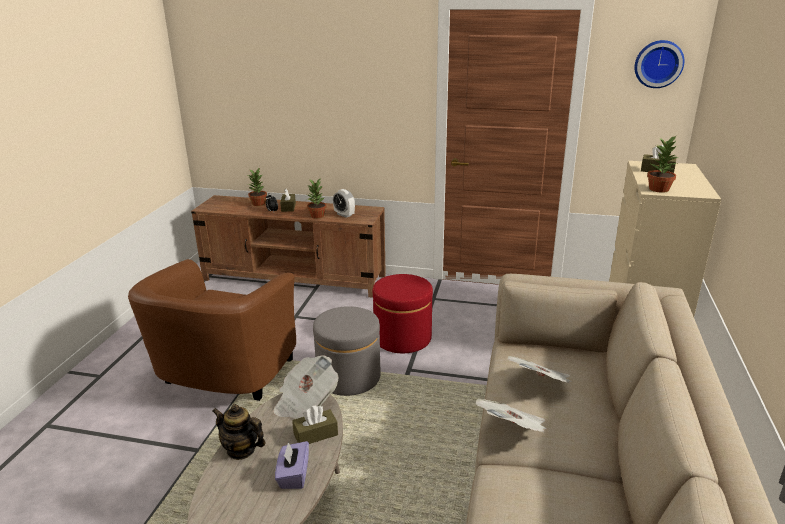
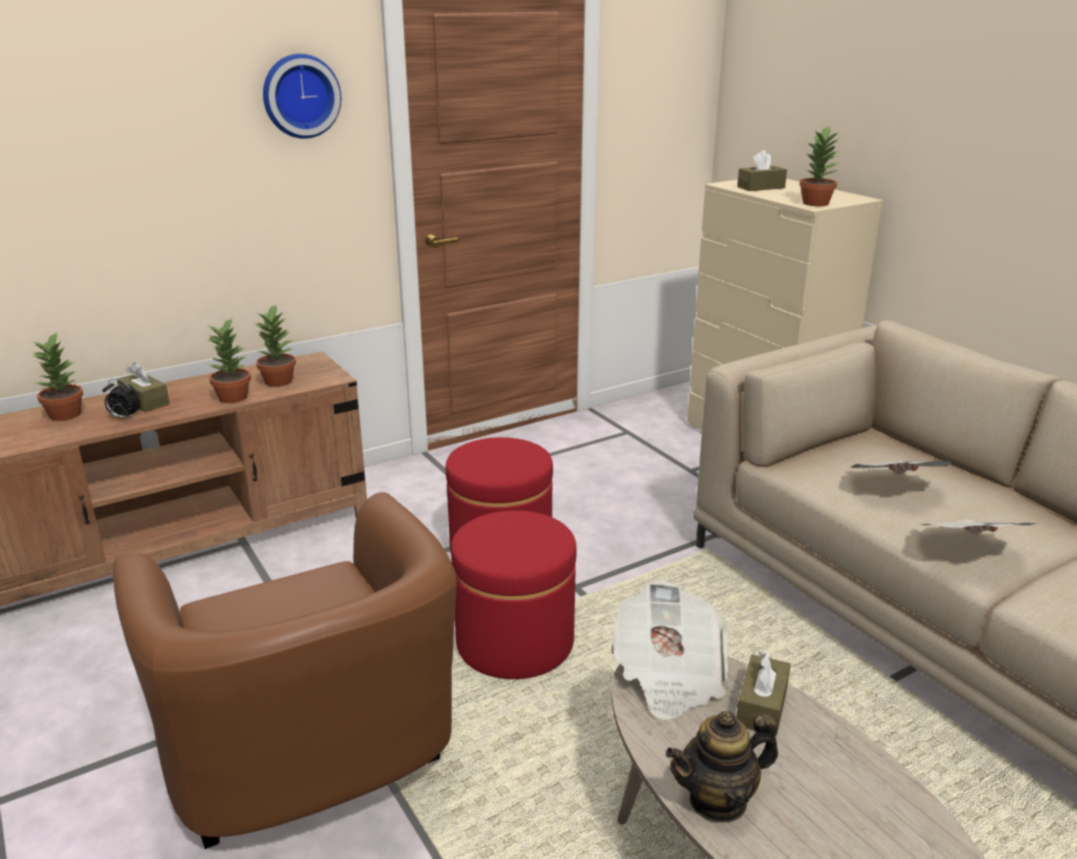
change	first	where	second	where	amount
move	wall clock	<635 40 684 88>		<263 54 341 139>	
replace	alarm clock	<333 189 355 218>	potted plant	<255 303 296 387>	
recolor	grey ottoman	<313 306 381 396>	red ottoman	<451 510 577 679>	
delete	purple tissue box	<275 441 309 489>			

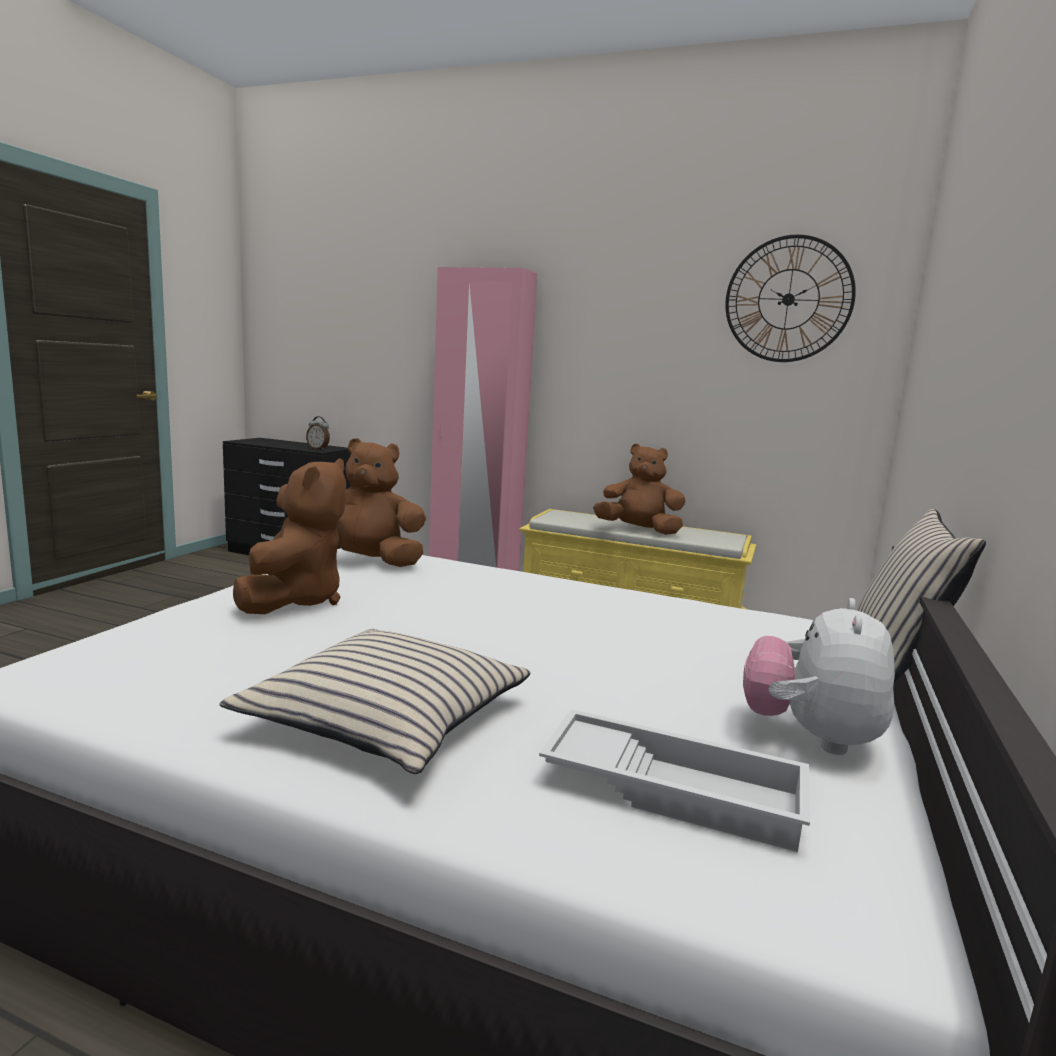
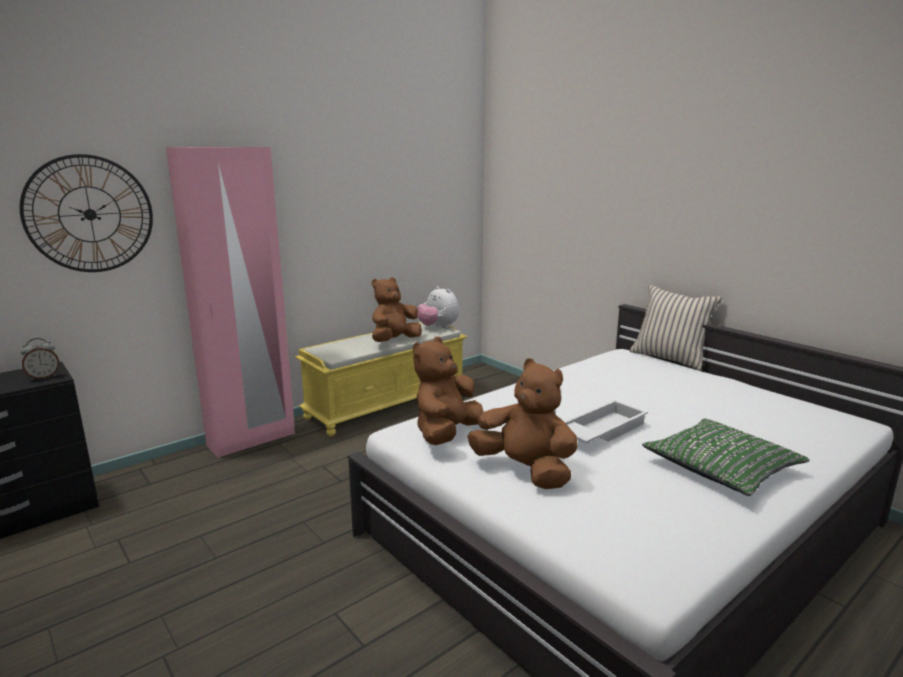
change	first	where	second	where	amount
move	wall clock	<725 234 856 362>		<20 154 153 272>	
move	plush toy	<743 598 895 755>		<417 286 459 328>	
recolor	beige pillow	<219 629 530 774>	green pillow	<642 419 810 496>	
move	white tray	<539 709 810 852>		<564 400 648 444>	

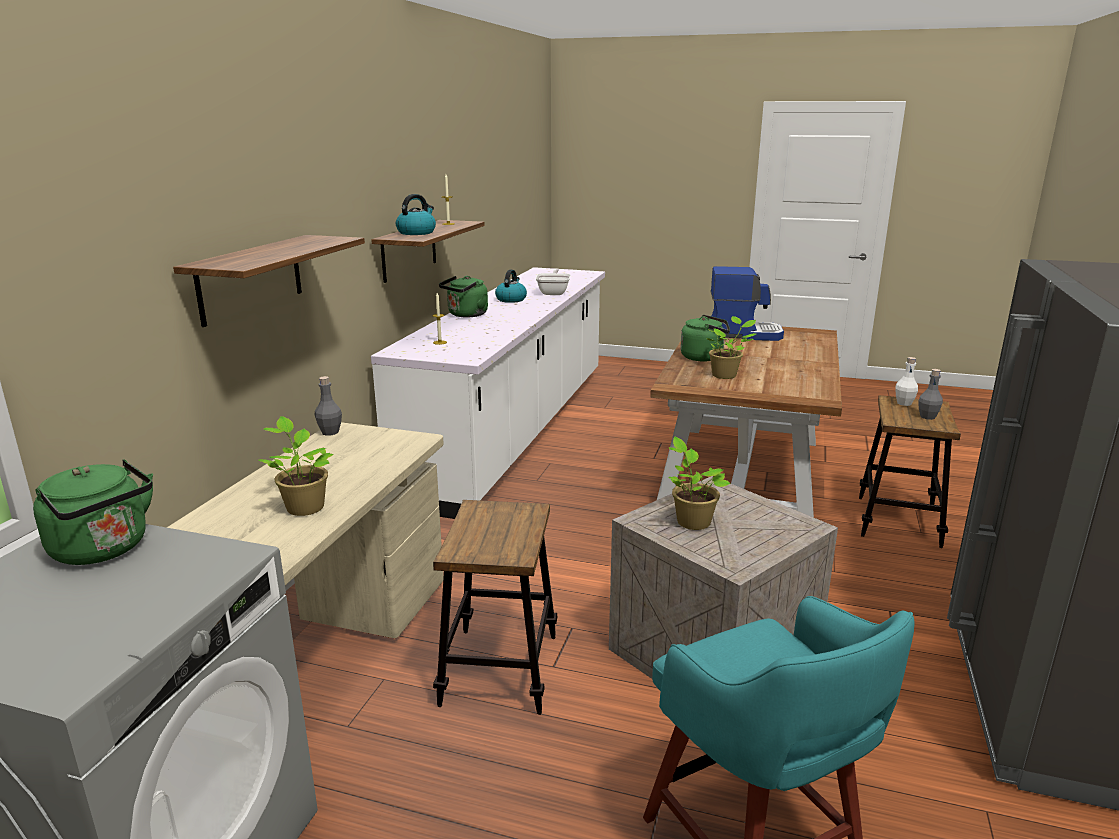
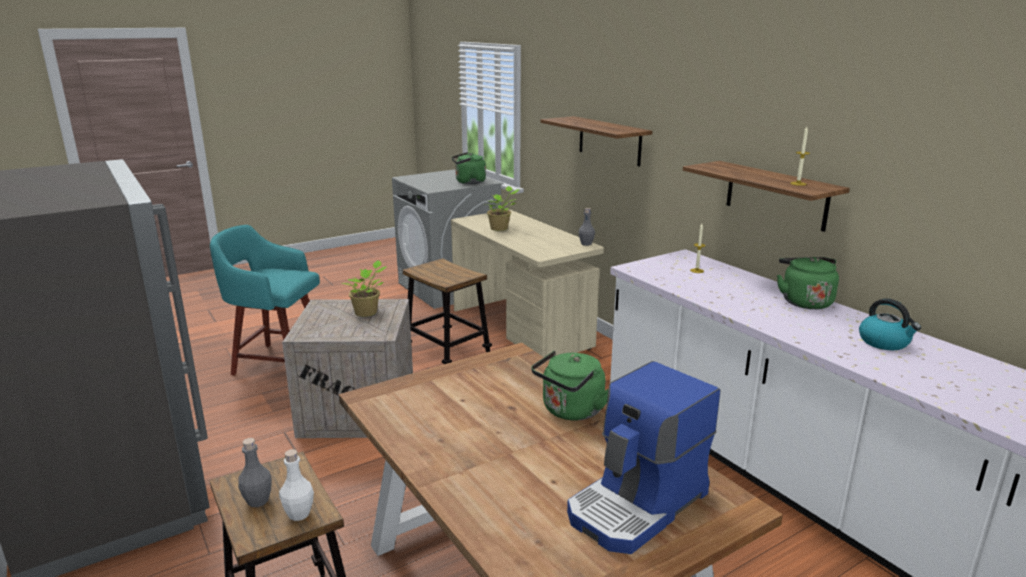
change	first	where	second	where	amount
delete	kettle	<396 194 436 235>			
delete	frying pan	<536 268 571 295>			
delete	potted plant	<707 316 756 379>			

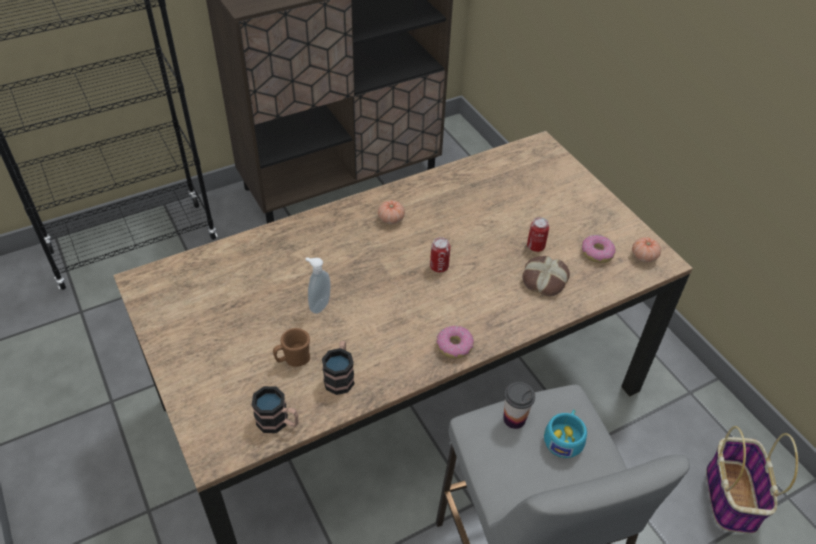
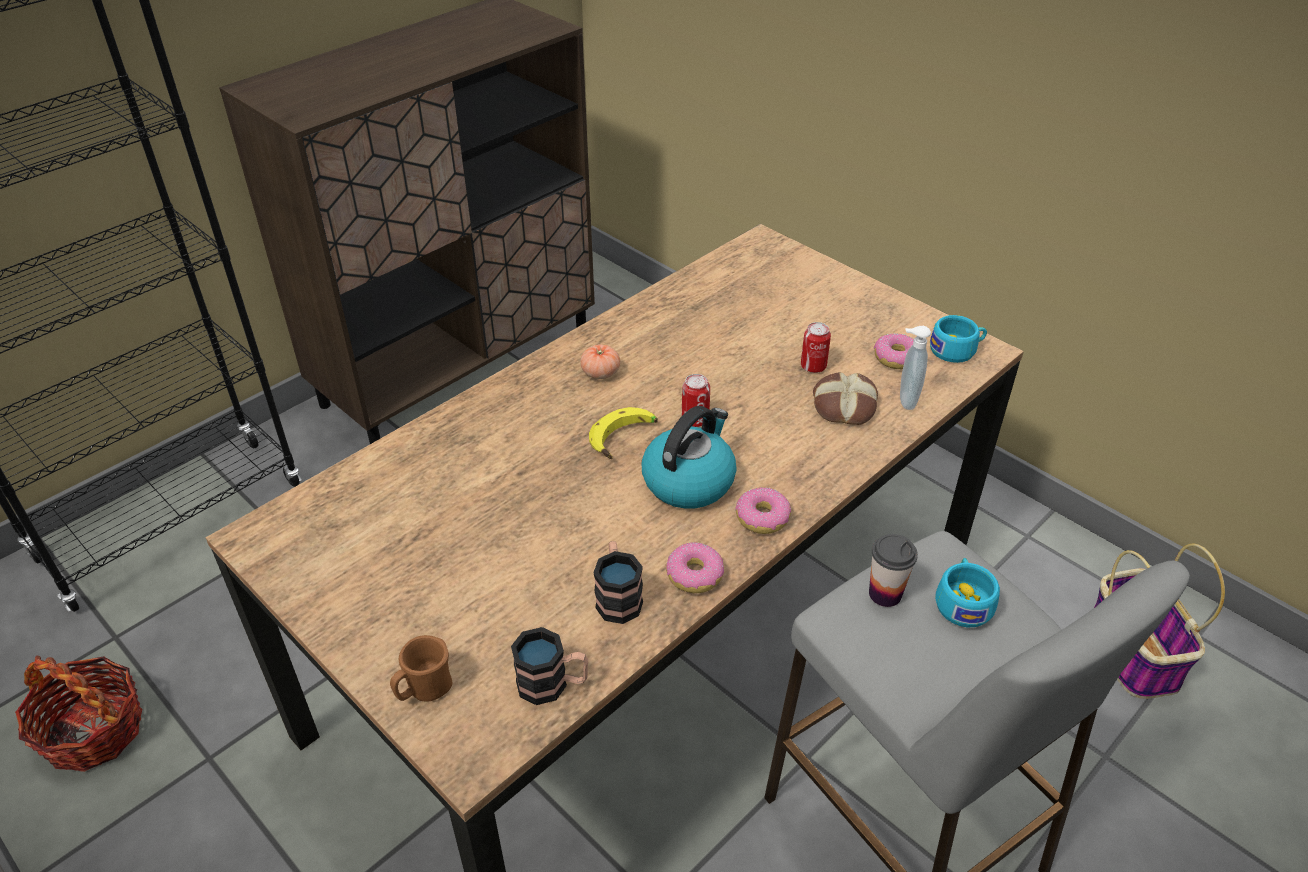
change	first	where	second	where	amount
replace	tomato	<632 237 661 262>	turquoise cup	<930 315 987 363>	
move	soap dispenser	<305 257 330 314>		<900 326 931 410>	
move	brown mug	<273 328 310 367>		<390 635 453 701>	
insert			kettle	<642 406 737 509>	
insert			banana	<589 407 658 459>	
insert			donut	<666 542 724 593>	
insert			basket	<15 656 143 772>	

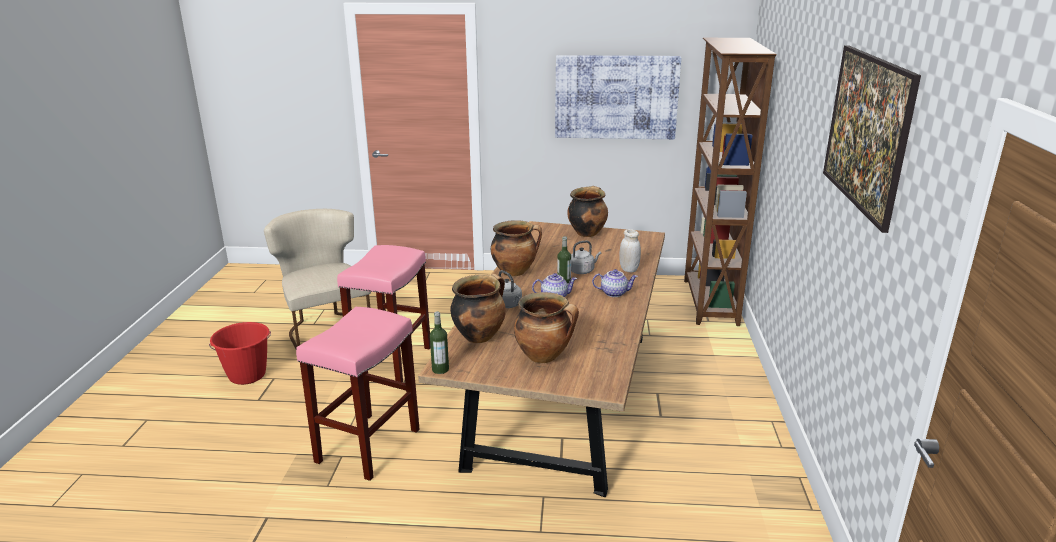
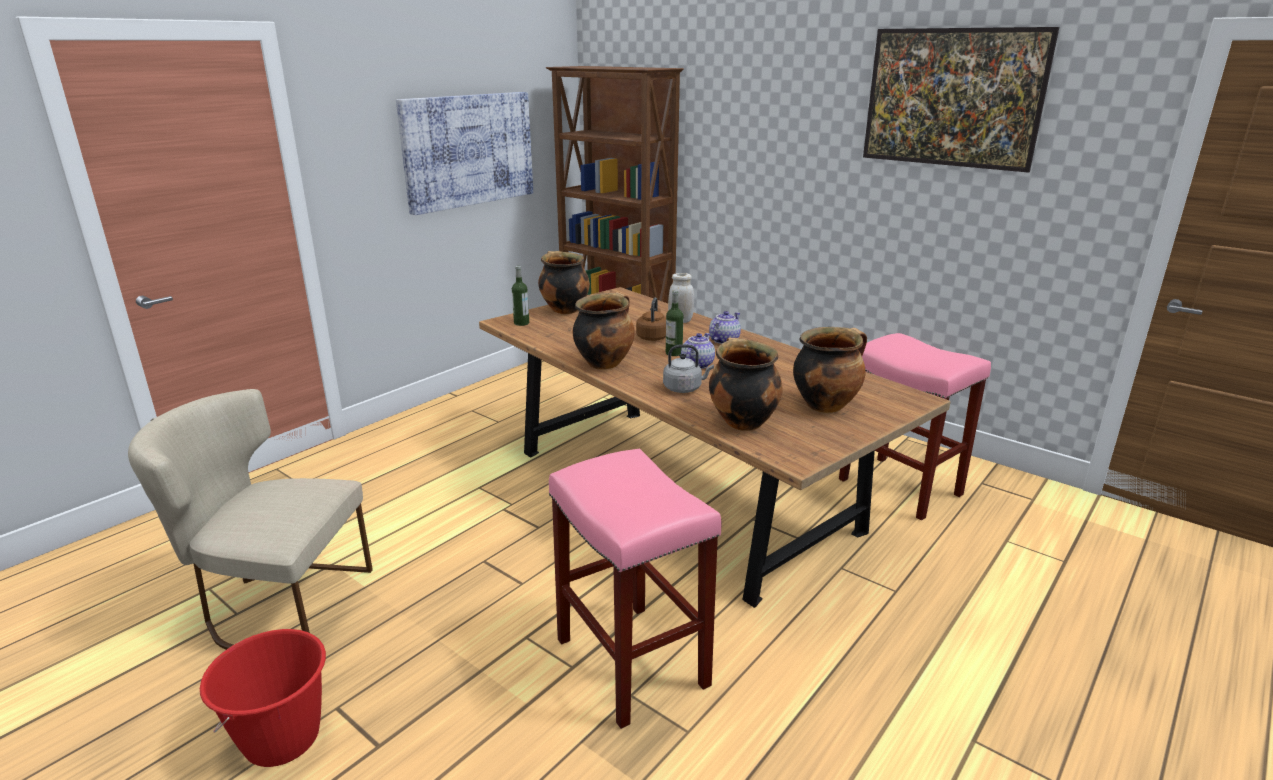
change	first	where	second	where	amount
recolor	grey kettle	<571 240 601 274>	brown kettle	<636 298 666 341>	
move	pink stool	<337 245 431 382>		<839 333 991 521>	
move	bottle	<430 311 449 374>		<512 266 529 326>	

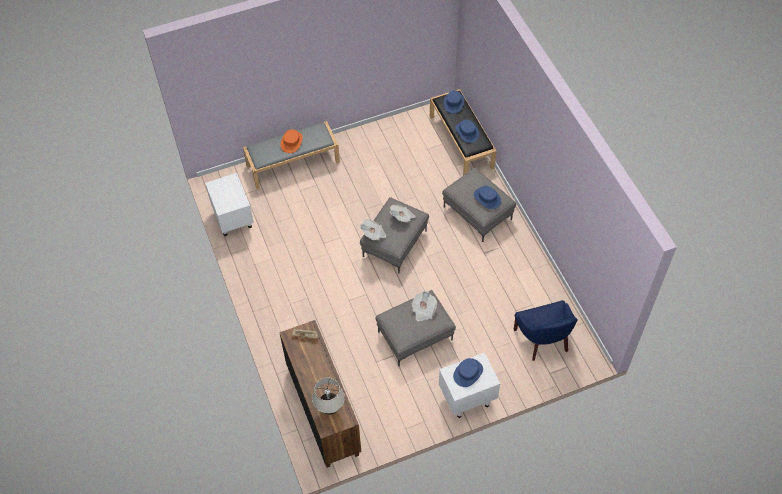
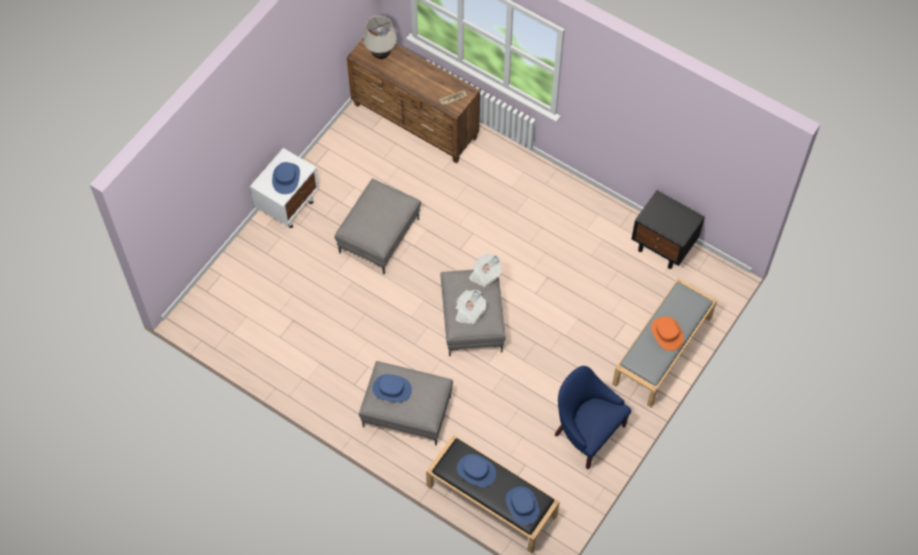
change	first	where	second	where	amount
recolor	white nightstand	<205 173 254 236>	black nightstand	<632 190 705 269>	
delete	newspaper	<411 291 437 321>			
move	blue armchair	<514 300 578 361>		<555 366 631 469>	

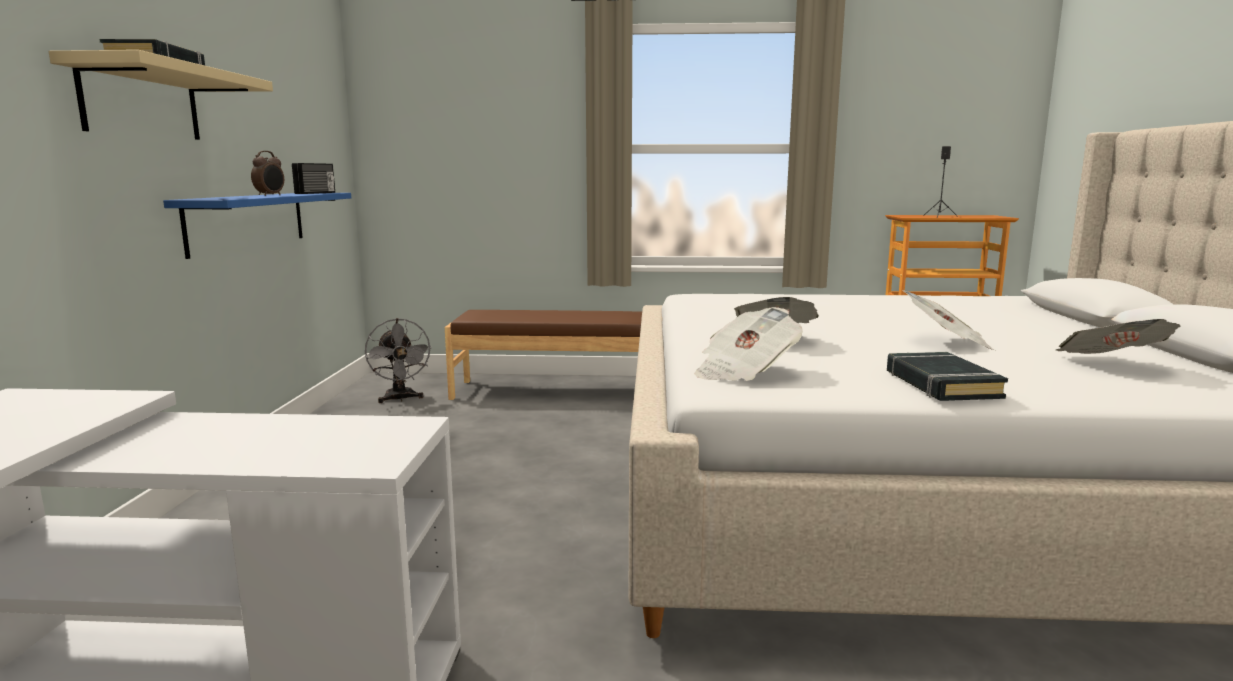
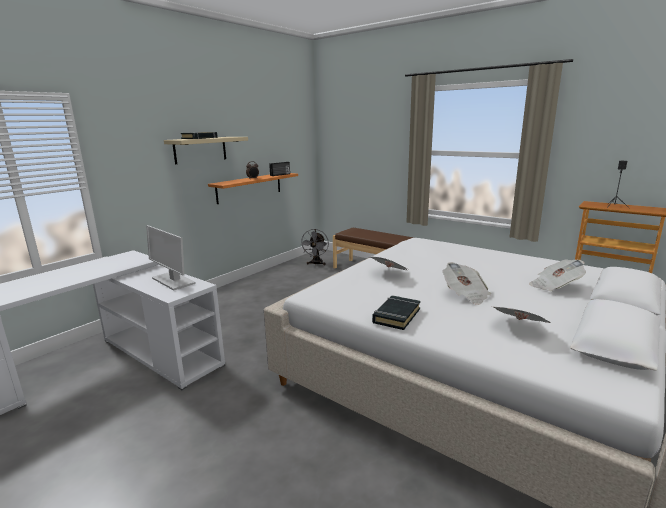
change	first	where	second	where	amount
recolor	blue shelf	<163 193 351 259>	orange shelf	<208 173 298 204>	
move	newspaper	<694 307 803 381>		<529 259 586 291>	
insert			monitor	<146 225 196 291>	

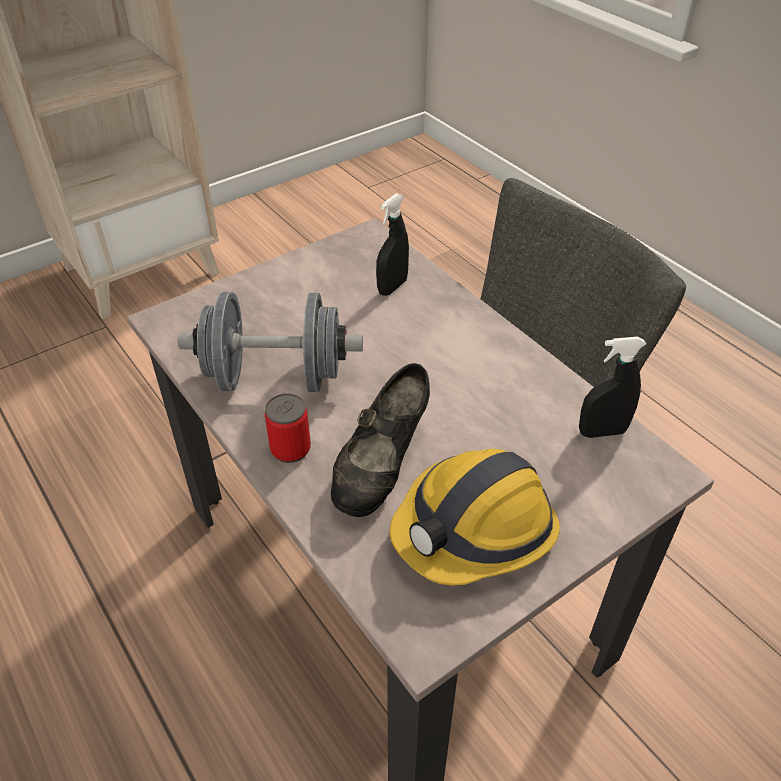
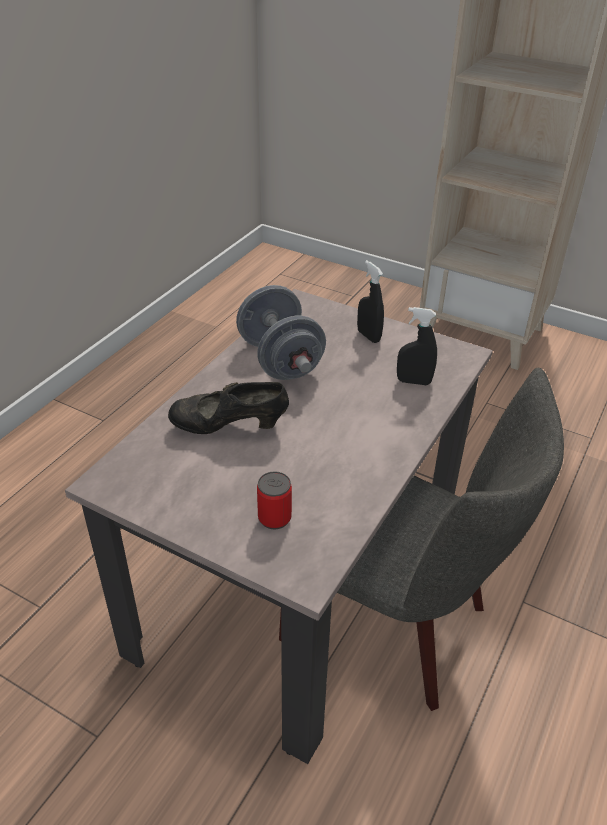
change	first	where	second	where	amount
move	black spray bottle	<579 337 646 438>		<357 260 384 343>	
move	can	<265 393 311 463>		<257 472 292 529>	
delete	hard hat	<390 449 560 586>			

